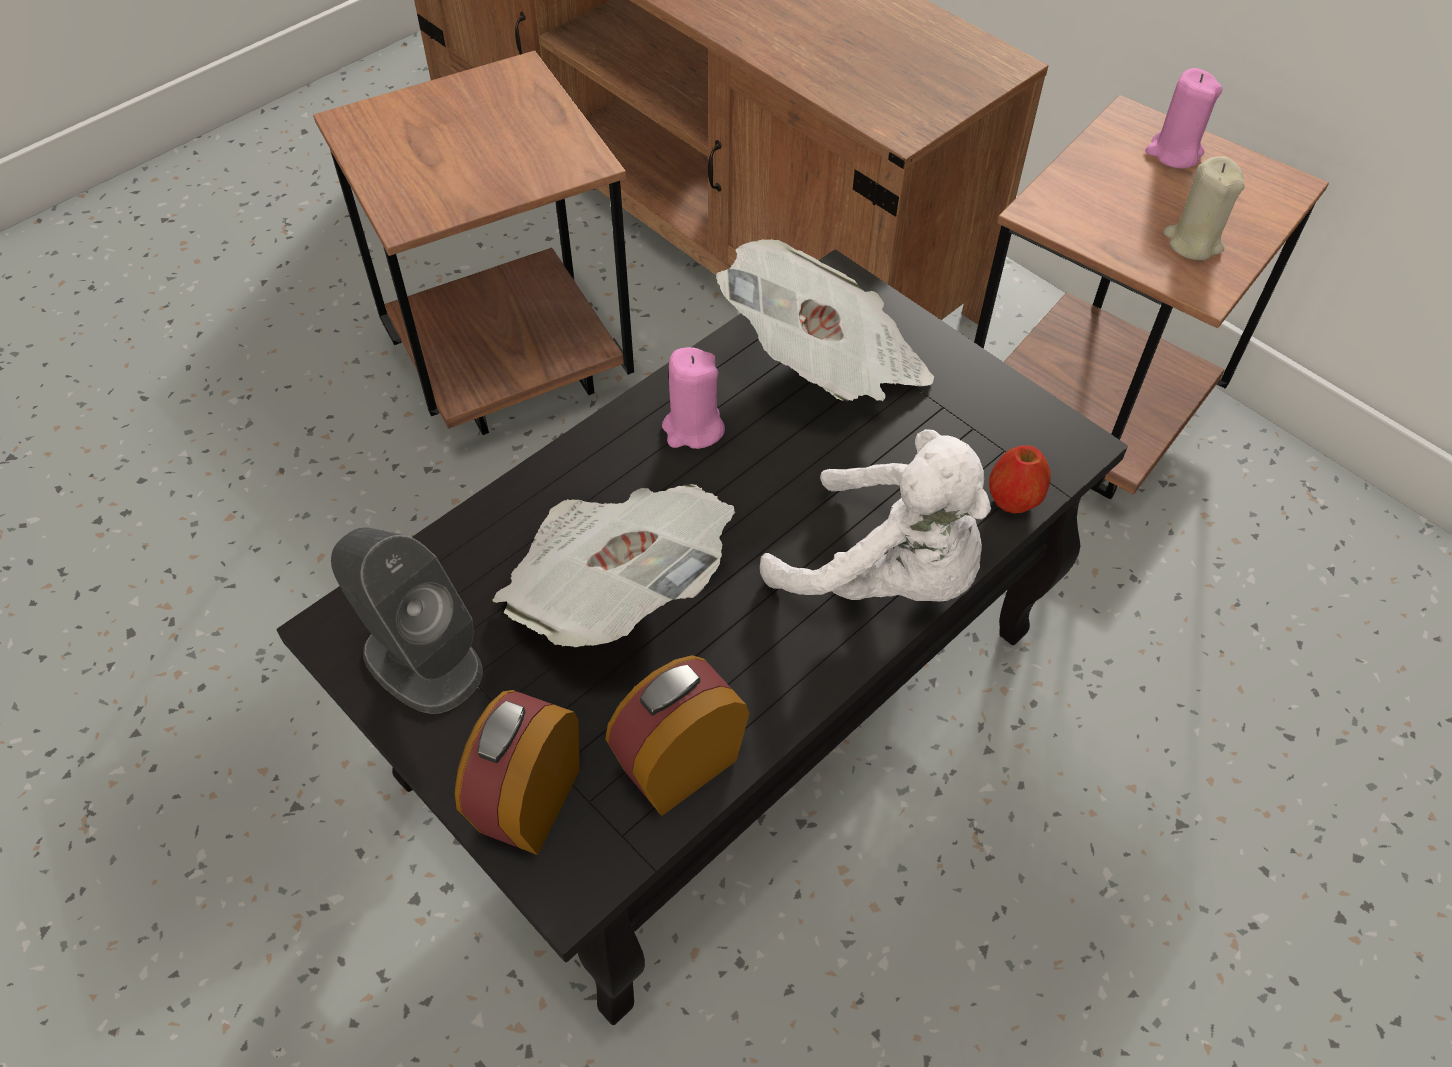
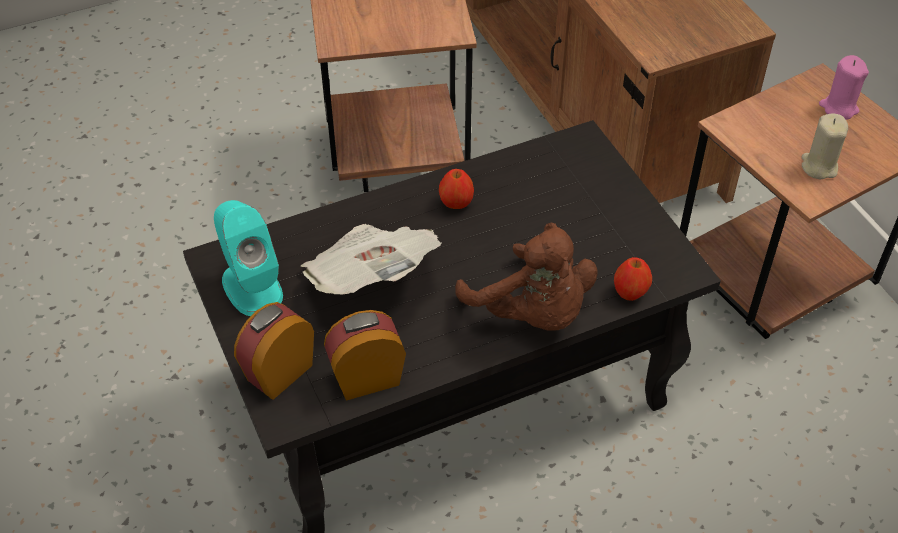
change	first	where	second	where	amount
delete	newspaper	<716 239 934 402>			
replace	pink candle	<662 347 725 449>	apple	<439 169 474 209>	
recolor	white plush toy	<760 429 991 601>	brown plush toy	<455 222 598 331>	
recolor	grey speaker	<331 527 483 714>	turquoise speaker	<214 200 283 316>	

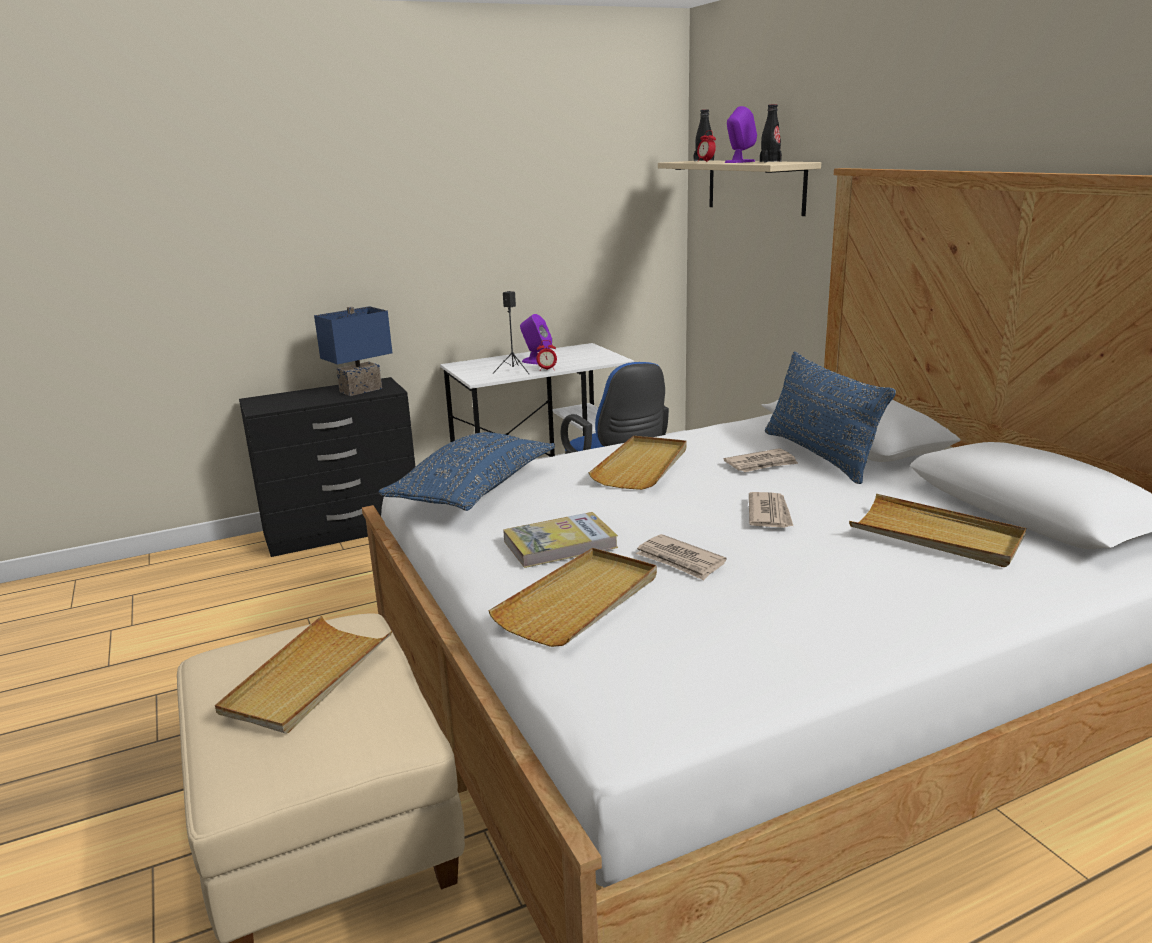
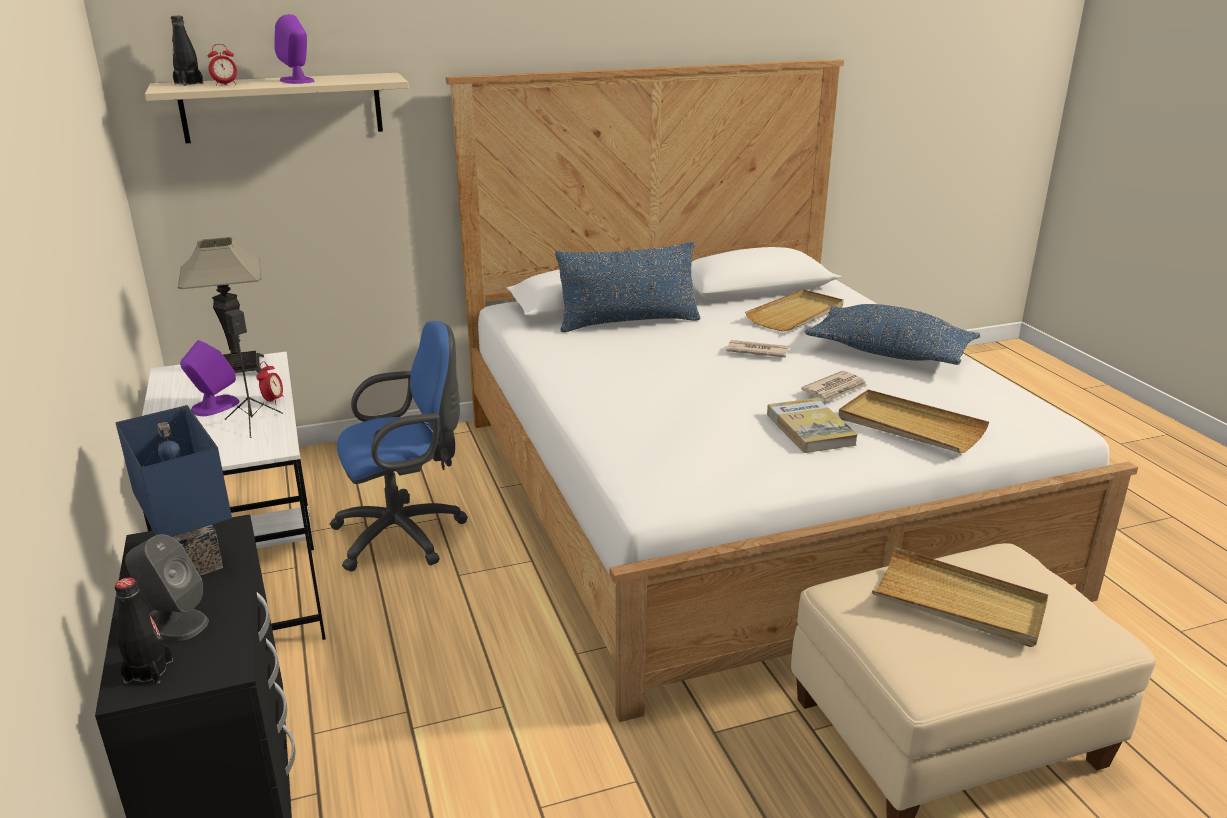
change	first	where	second	where	amount
move	black bottle	<760 104 782 162>		<115 577 173 684>	
move	blue pillow	<379 432 555 511>		<804 304 980 365>	
delete	beige tray	<589 436 687 490>			
delete	newspaper	<724 448 798 472>			
insert			table lamp	<178 237 264 373>	
insert			grey speaker	<125 534 209 641>	

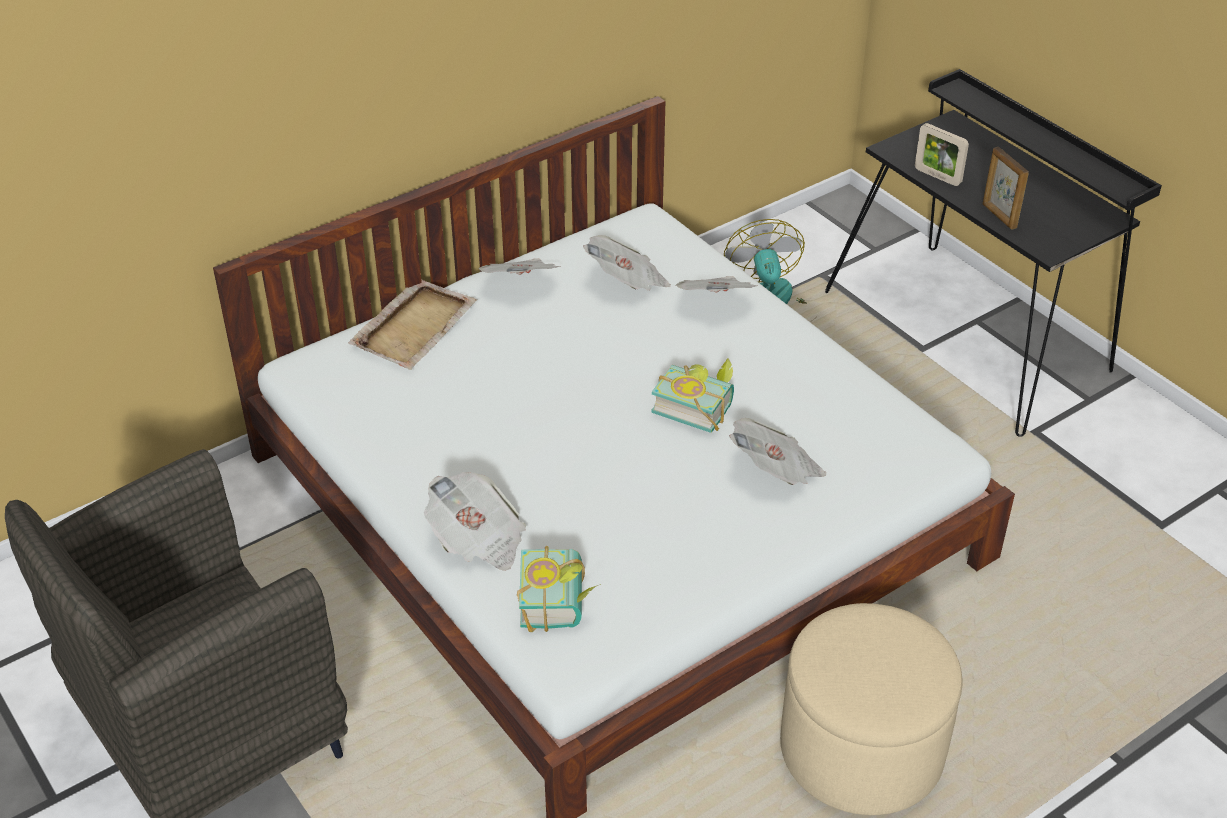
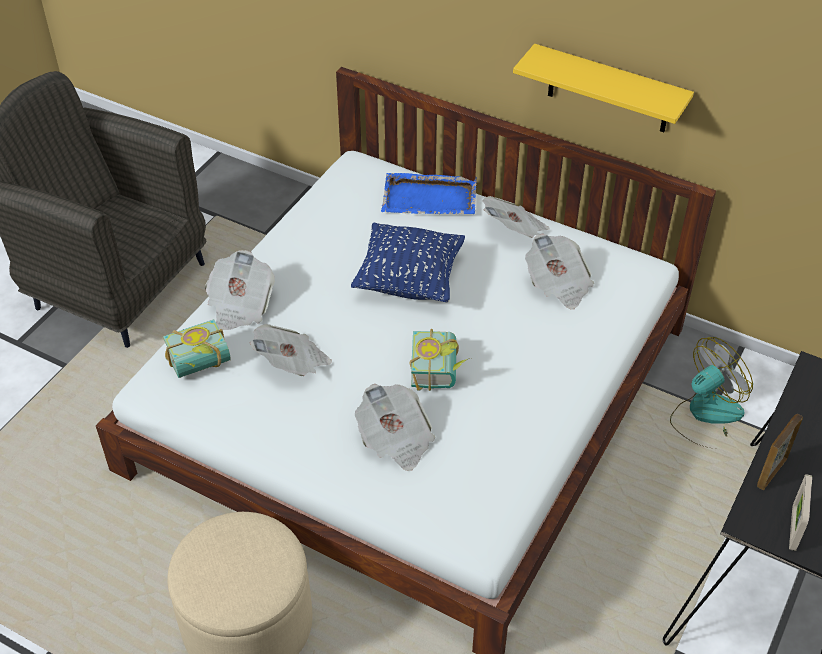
change	first	where	second	where	amount
move	picture frame	<915 123 969 186>		<789 474 812 551>	
move	newspaper	<676 276 757 293>		<250 324 332 376>	
recolor	beige tray	<348 279 477 370>	blue tray	<381 173 477 214>	
insert			yellow shelf	<513 44 694 132>	
insert			blue pillow	<351 223 465 302>	

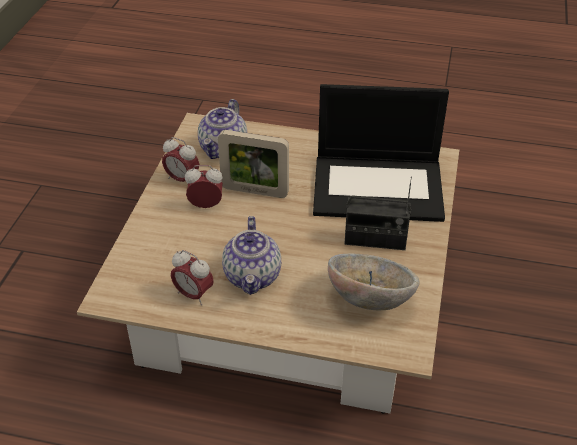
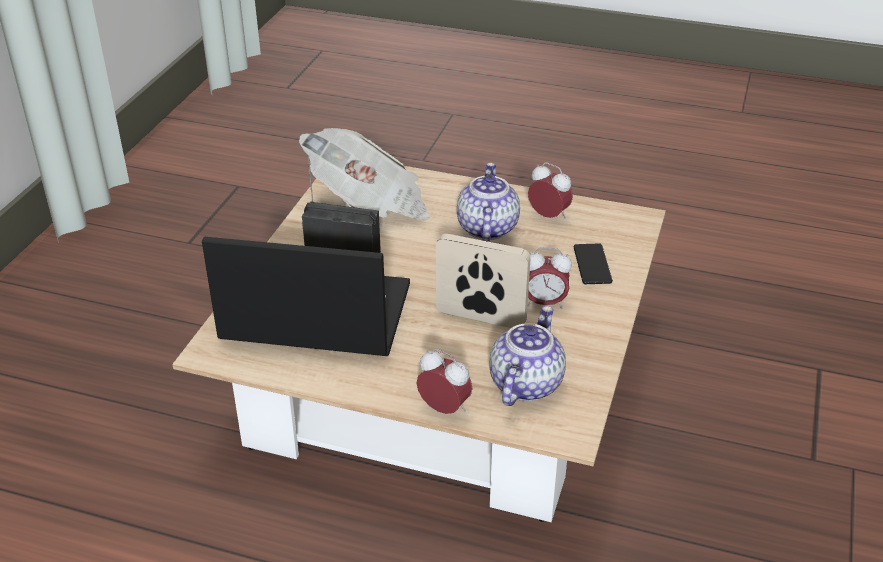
change	first	where	second	where	amount
move	alarm clock	<162 137 199 182>		<417 349 473 414>	
replace	bowl	<328 254 419 310>	newspaper	<299 128 430 220>	
insert			phone	<574 243 613 284>	

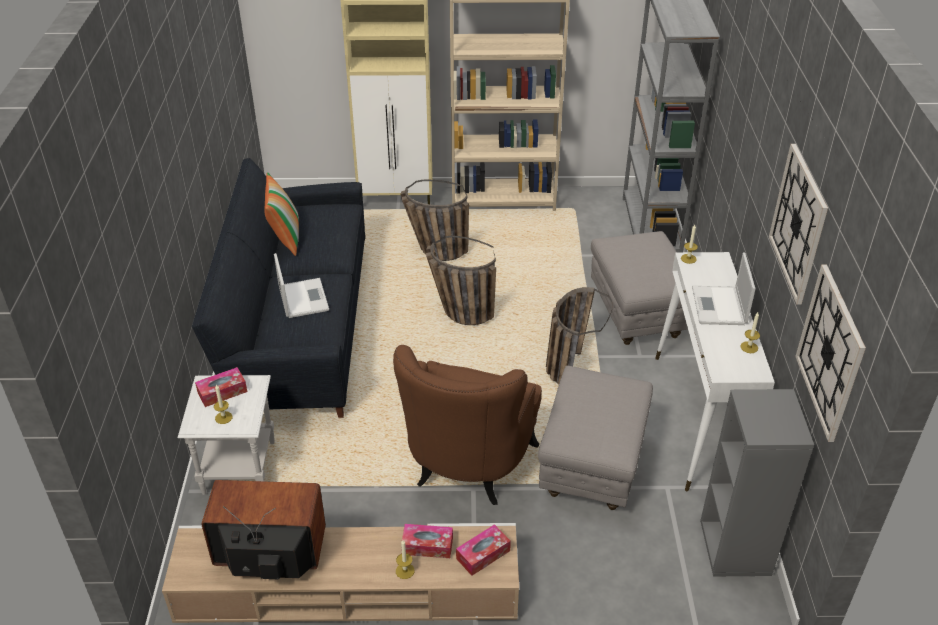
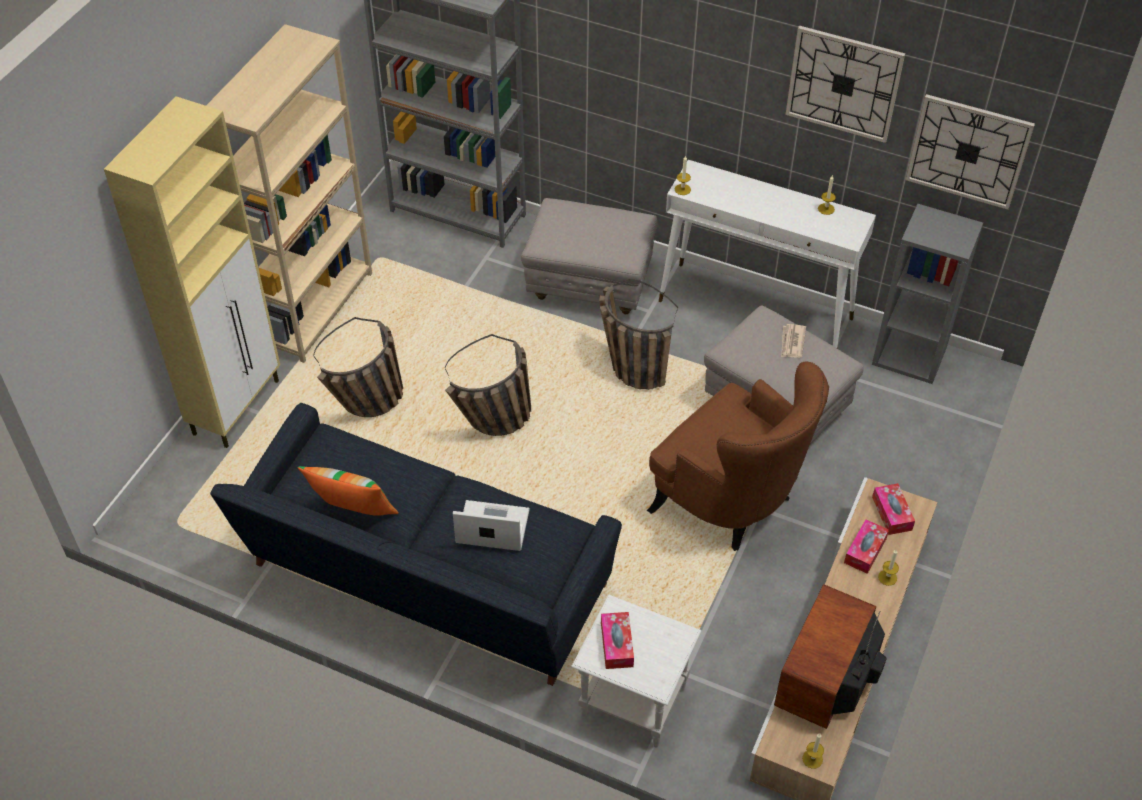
change	first	where	second	where	amount
delete	laptop	<692 252 756 325>			
move	candle	<214 384 233 424>		<802 733 824 769>	
insert			newspaper	<781 324 806 358>	

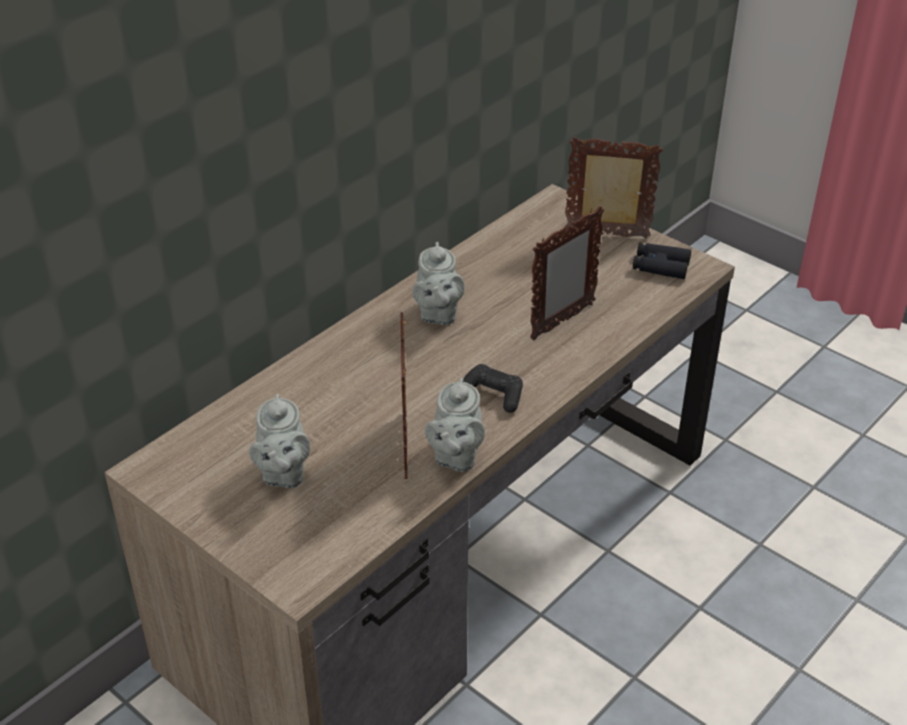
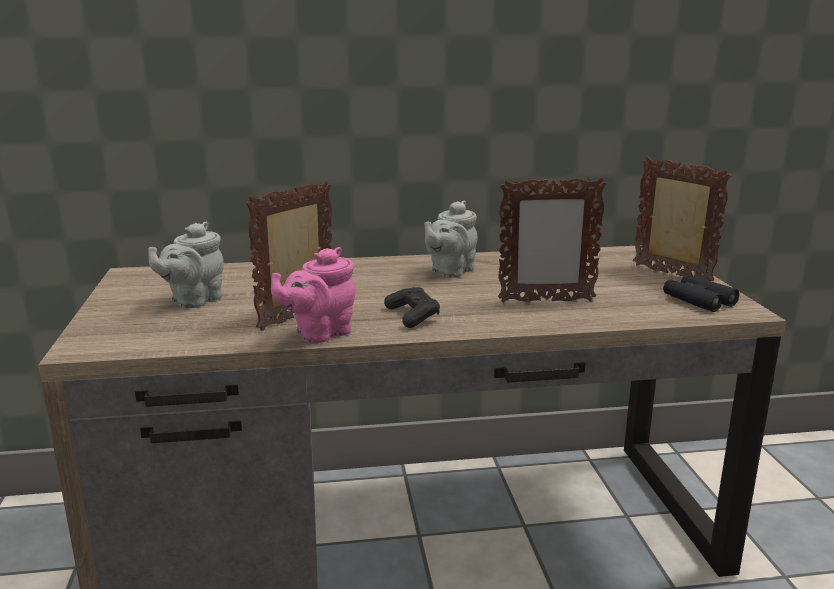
change	first	where	second	where	amount
recolor	grey teapot	<425 378 485 472>	pink teapot	<271 247 355 343>	

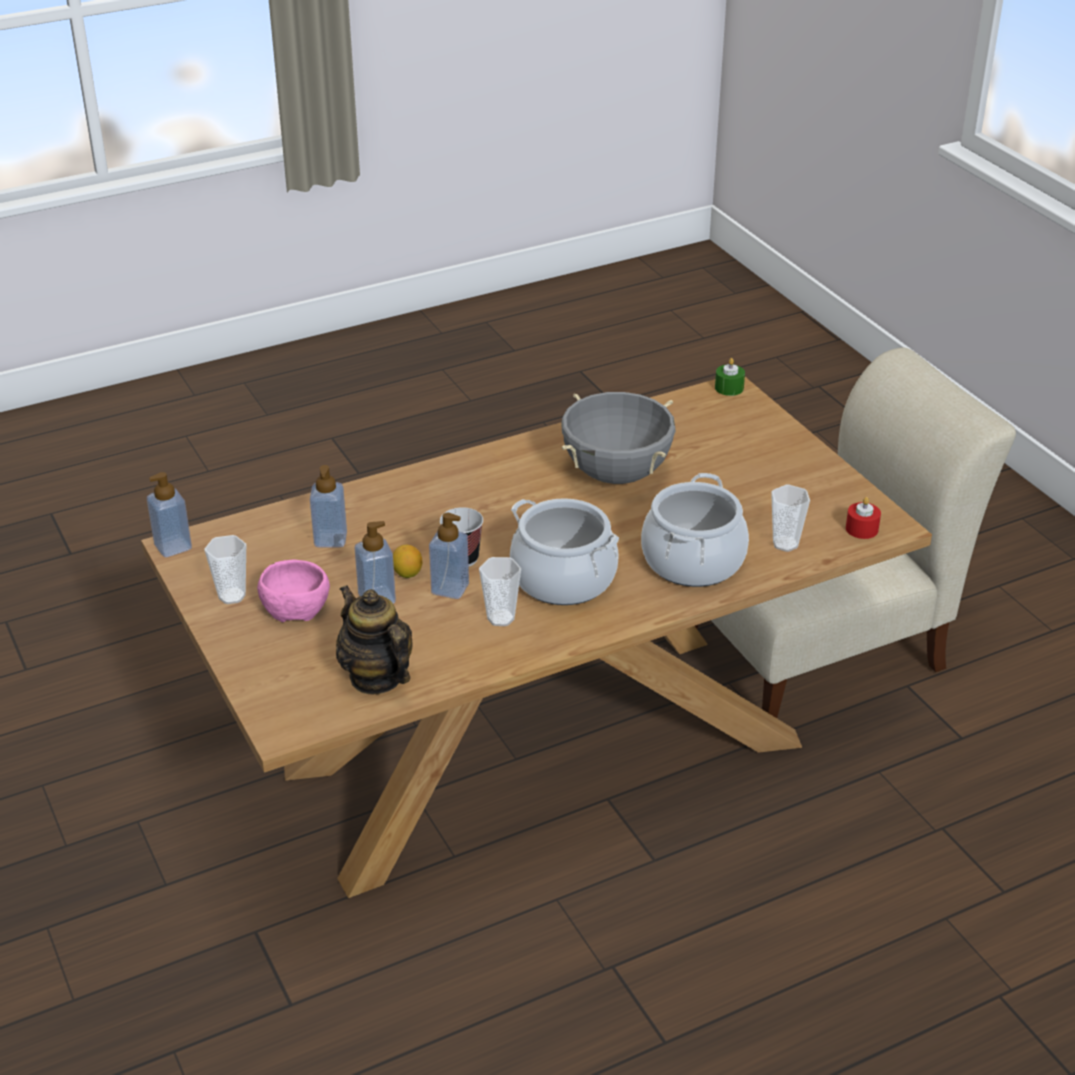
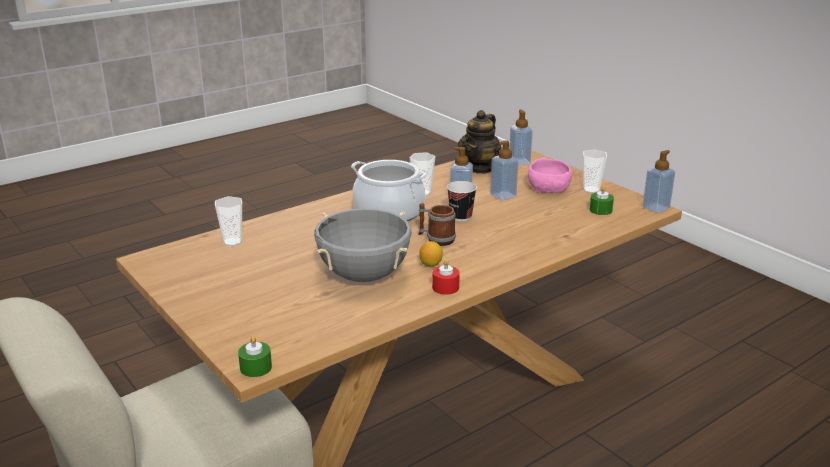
change	first	where	second	where	amount
move	soap dispenser	<310 465 347 548>		<509 110 533 165>	
delete	cooking pot	<641 473 749 587>			
move	red candle	<846 497 881 539>		<432 259 460 295>	
move	lemon	<393 545 422 578>		<419 241 443 266>	
rotate	teapot	<336 585 413 694>		<458 110 501 174>	75 degrees clockwise
insert			green candle	<590 185 614 215>	
insert			mug	<418 203 456 246>	

